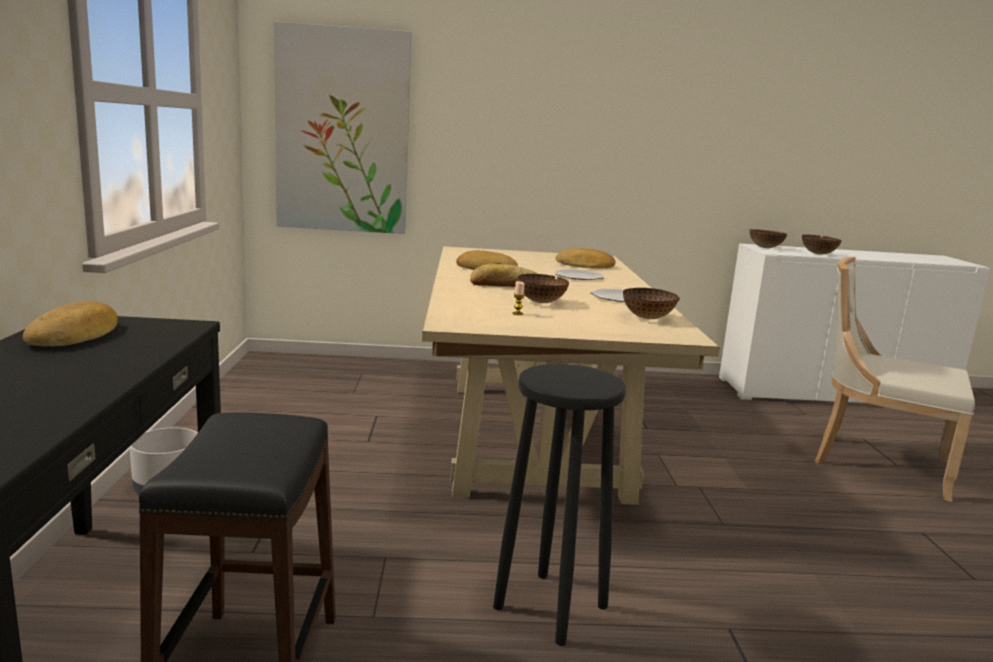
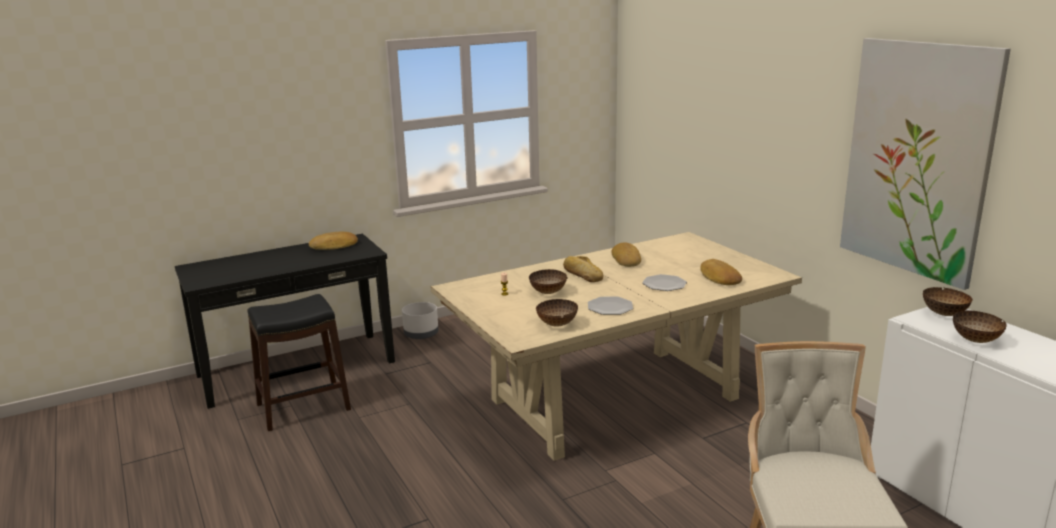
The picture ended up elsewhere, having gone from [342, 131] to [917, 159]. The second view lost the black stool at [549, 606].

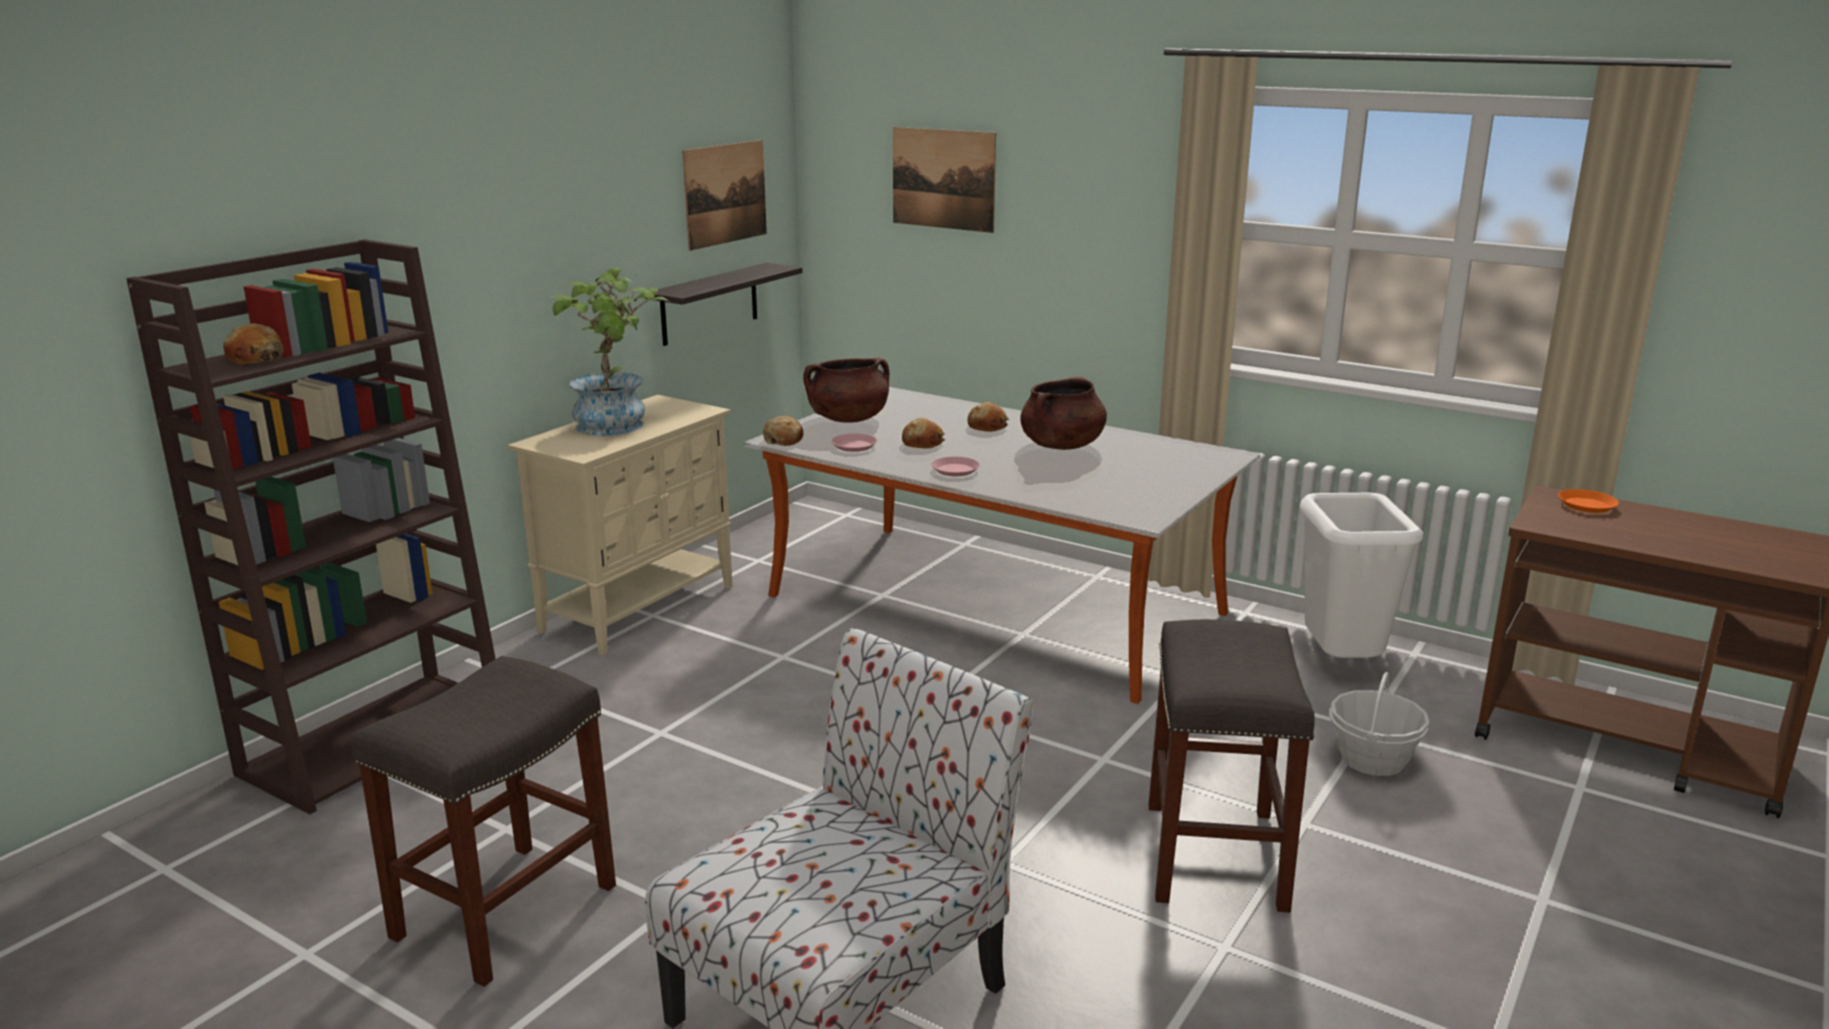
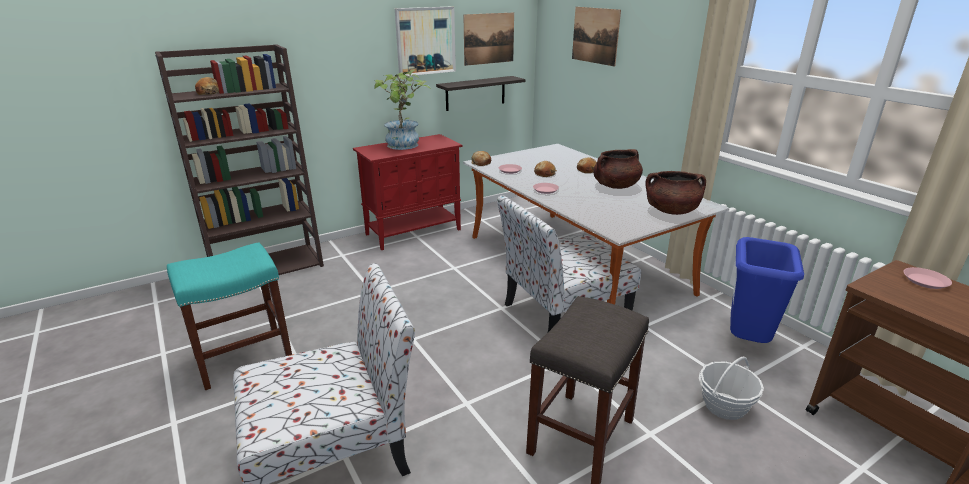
What was the grey stool at [504, 913] turned into the turquoise stool at [242, 358]. What was the beige cabinet at [639, 608] turned into the red cabinet at [414, 232]. The second view gained the picture at [425, 41]. The second view gained the chair at [563, 313]. The brown cooking pot ended up elsewhere, having gone from [848, 419] to [671, 211]. What was the white trash can at [1339, 666] turned into the blue trash can at [746, 342]. What was the orange plate at [1586, 505] turned into the pink plate at [925, 281].

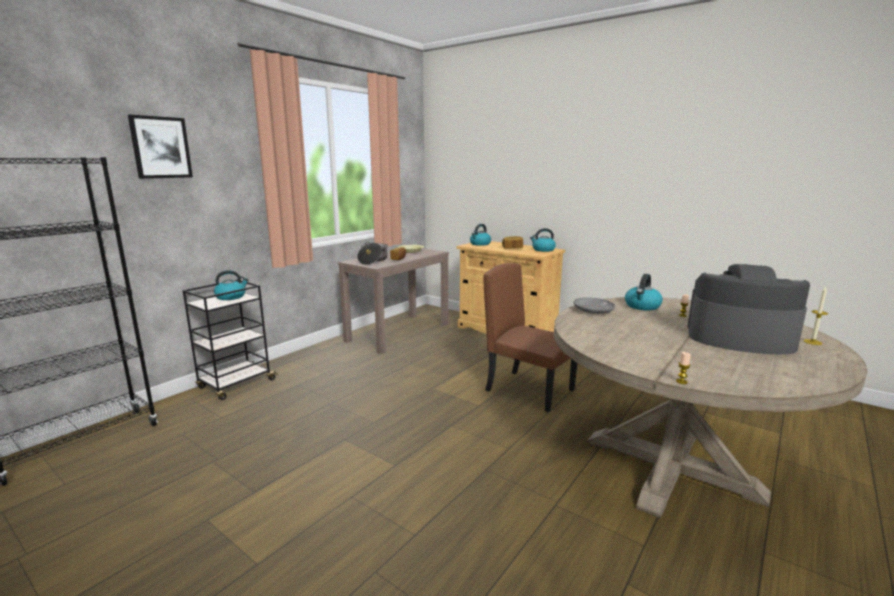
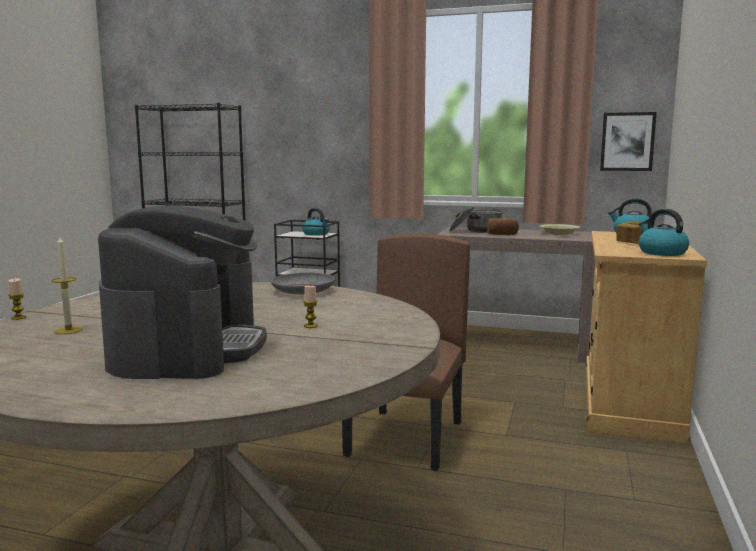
The candle ended up elsewhere, having gone from [812, 342] to [68, 330]. The picture ended up elsewhere, having gone from [161, 147] to [627, 141]. The second view lost the kettle at [642, 306].

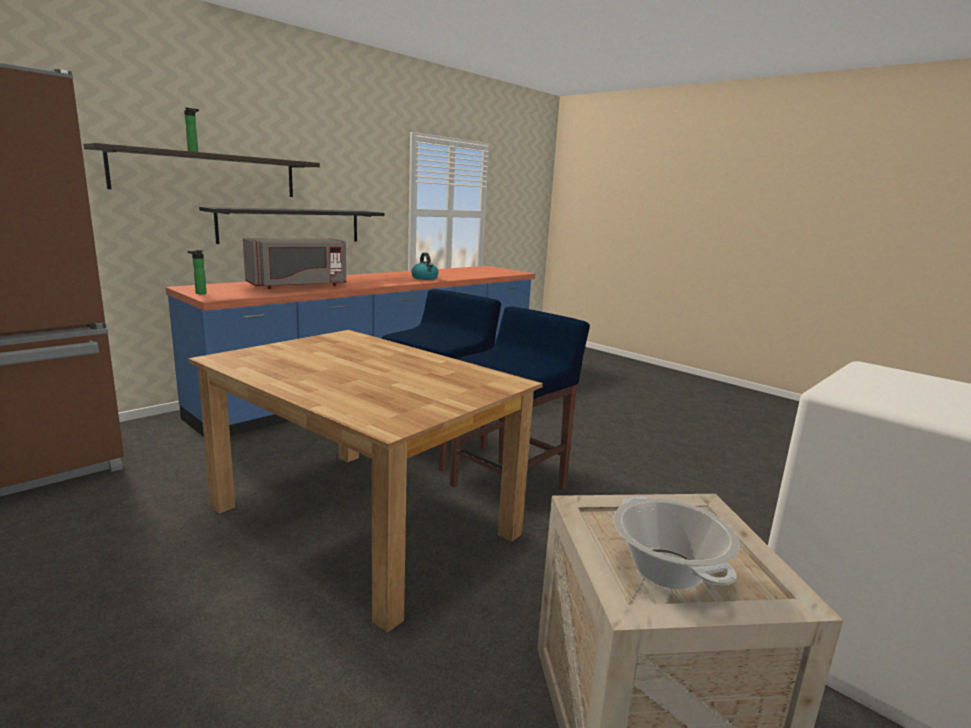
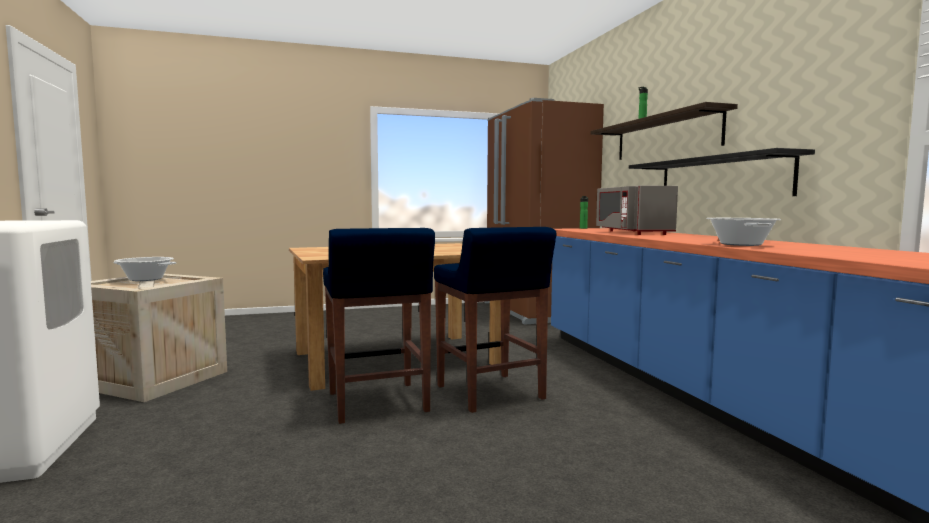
Where the kettle stood at [425, 278], the cooking pot came to stand at [741, 244].

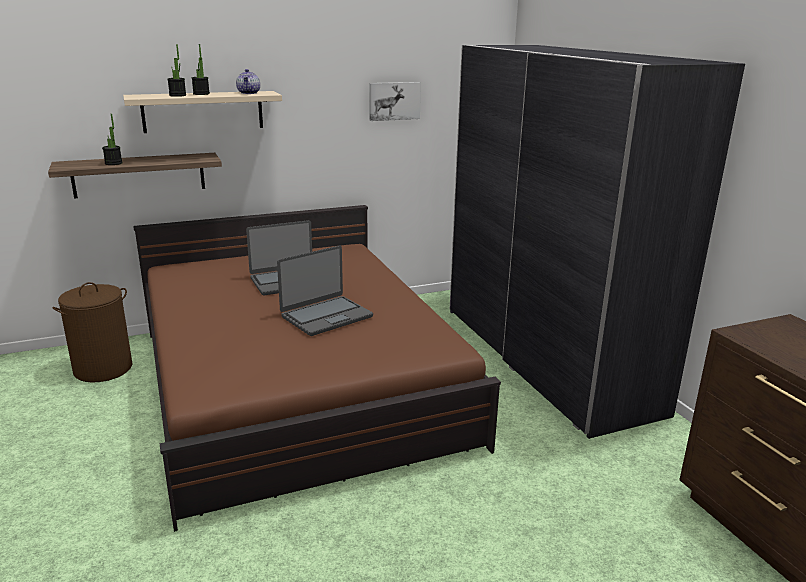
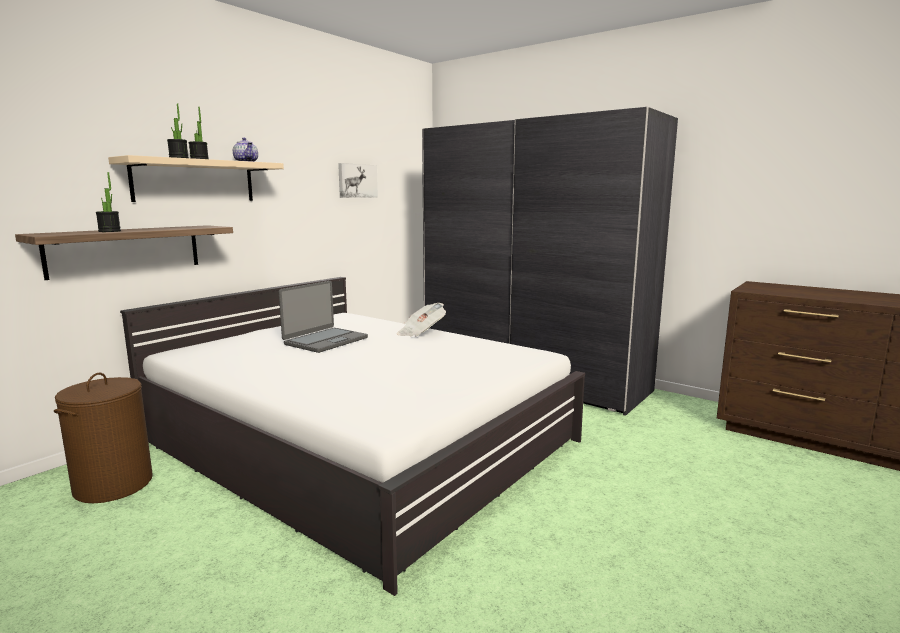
What was the brown bed at [296, 384] turned into the white bed at [359, 441]. The second view gained the newspaper at [421, 333]. The second view lost the laptop at [326, 316].

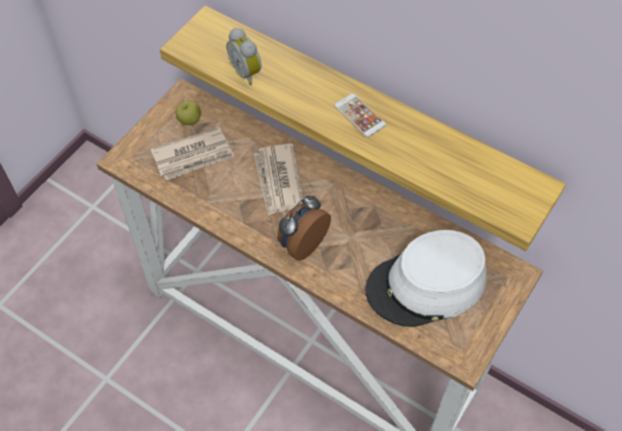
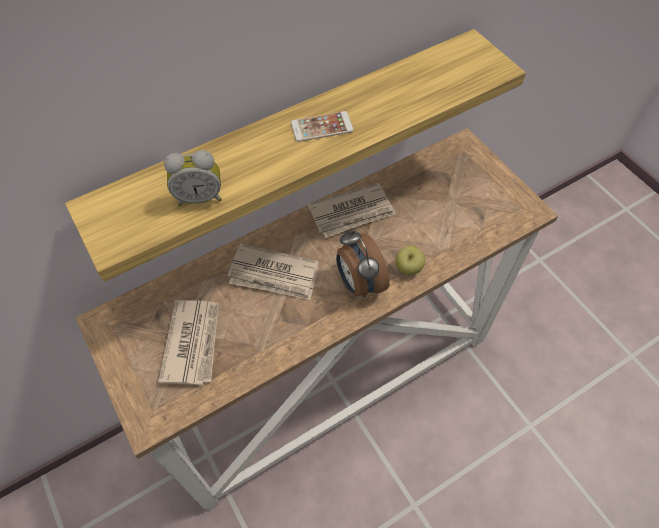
The second view gained the newspaper at [352, 212]. The apple ended up elsewhere, having gone from [189, 120] to [408, 268]. The second view lost the white hat at [426, 285].

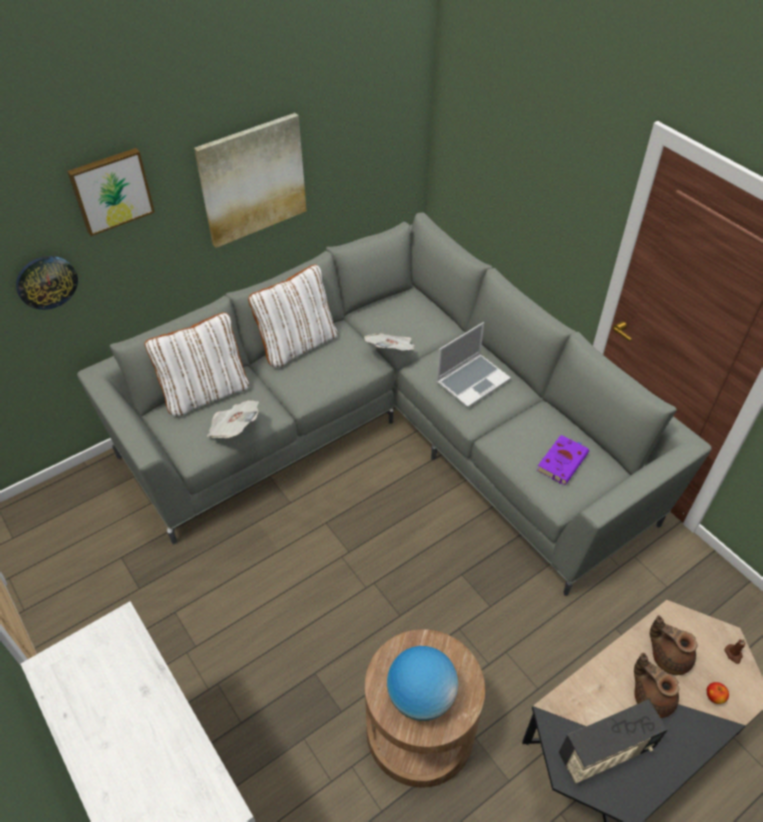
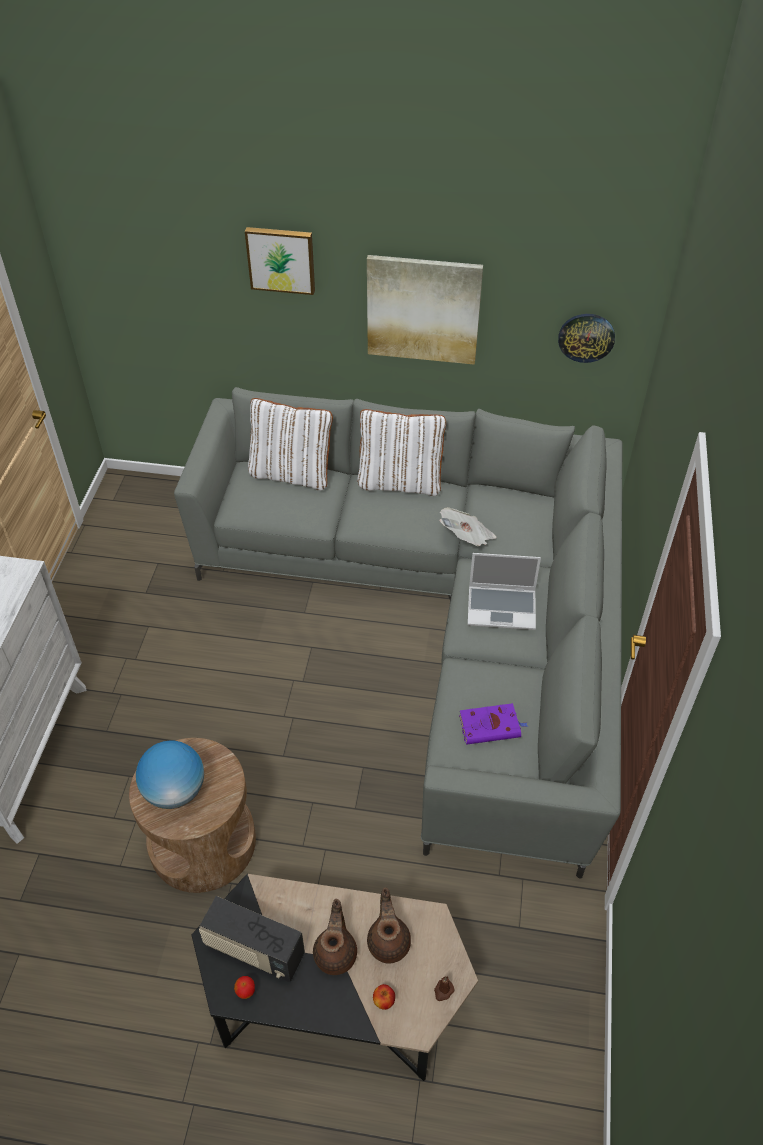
The second view gained the apple at [246, 992]. The wall clock ended up elsewhere, having gone from [46, 282] to [586, 337]. The second view lost the newspaper at [234, 429].

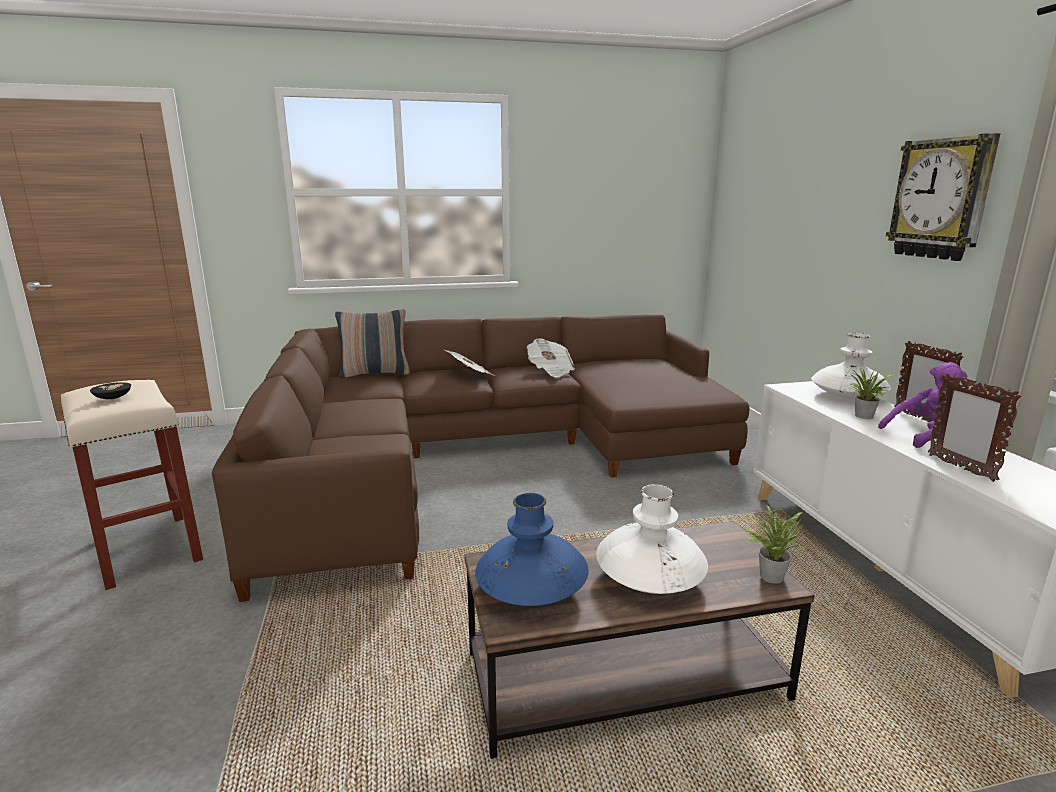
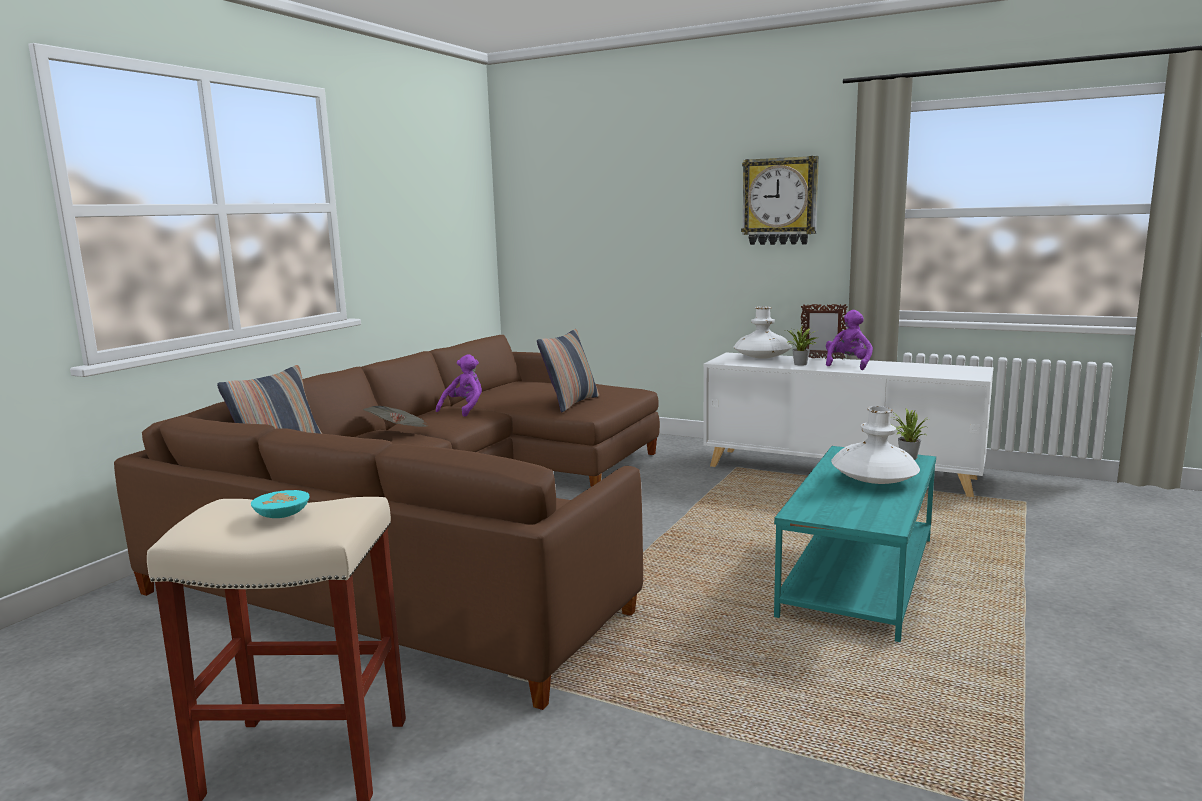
What was the black bowl at [114, 397] turned into the turquoise bowl at [282, 514]. Where the newspaper stood at [550, 370], the purple plush toy came to stand at [464, 409]. The second view gained the pillow at [571, 403]. What was the brown coffee table at [624, 674] turned into the turquoise coffee table at [858, 575]. The second view lost the blue vase at [531, 587]. The second view lost the picture frame at [960, 468].

